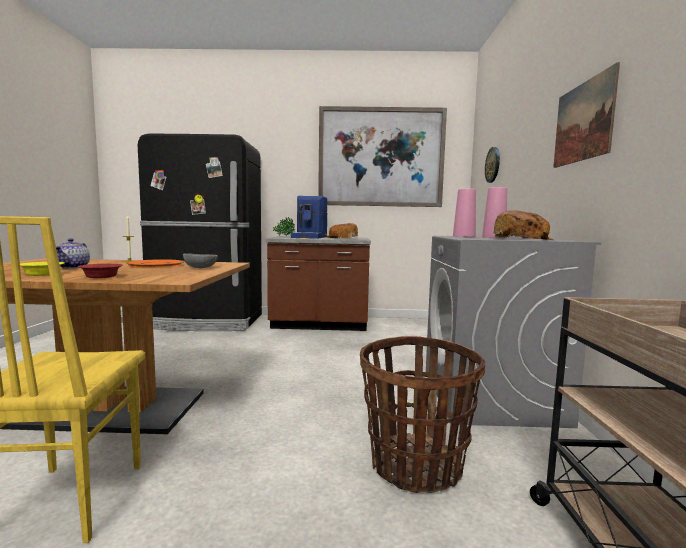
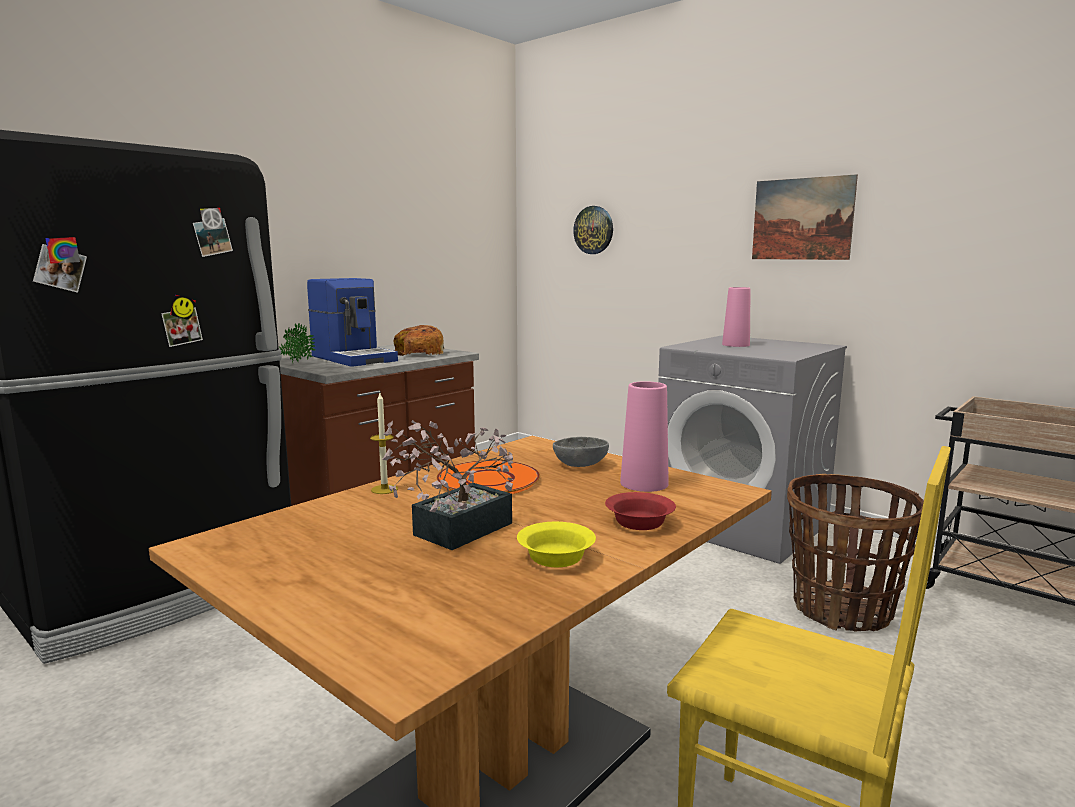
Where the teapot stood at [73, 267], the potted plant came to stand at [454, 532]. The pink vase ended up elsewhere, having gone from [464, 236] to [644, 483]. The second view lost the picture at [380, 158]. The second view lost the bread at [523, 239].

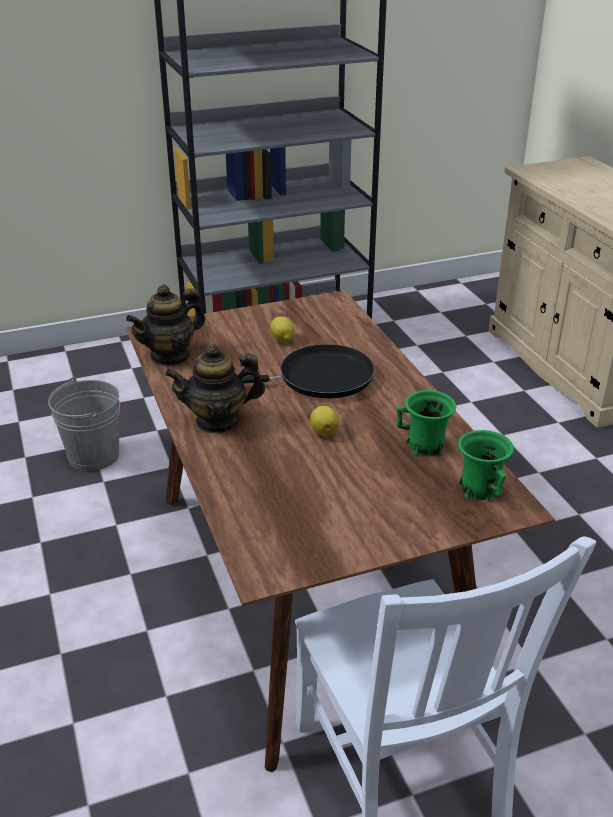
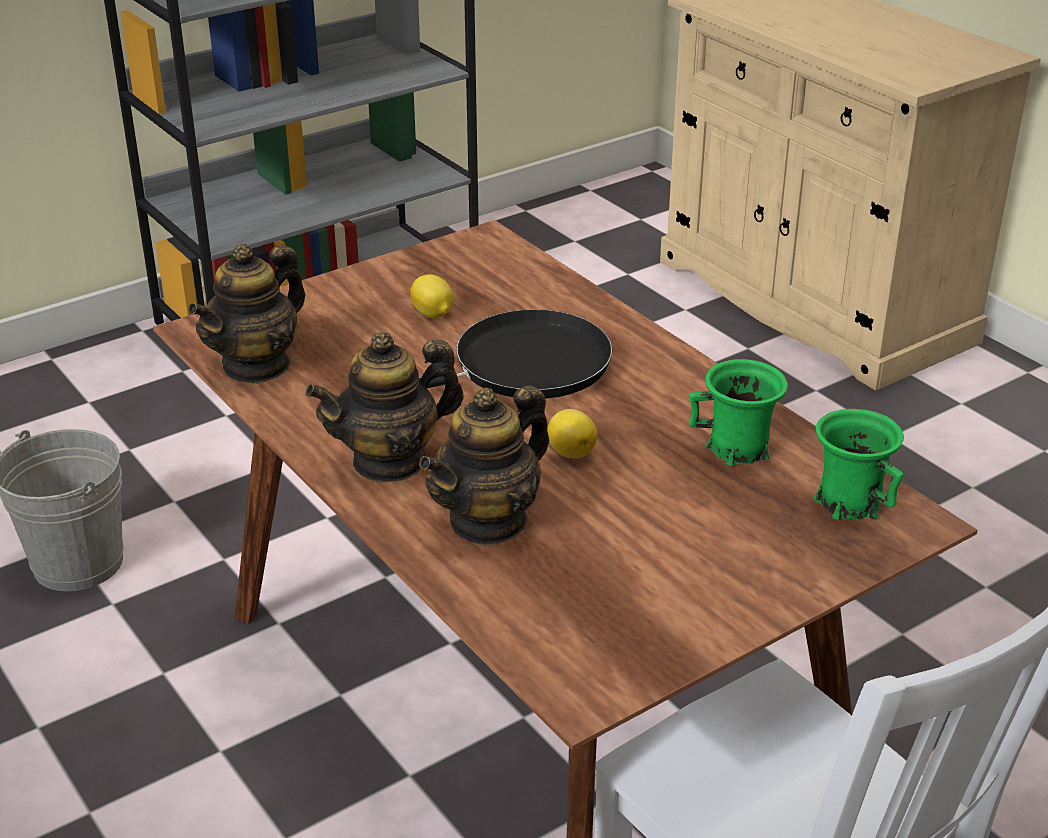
The second view gained the teapot at [489, 521].

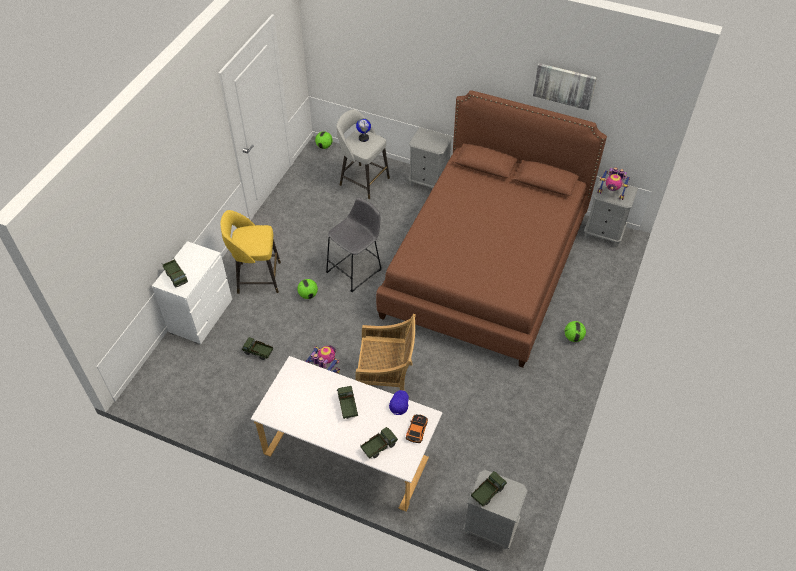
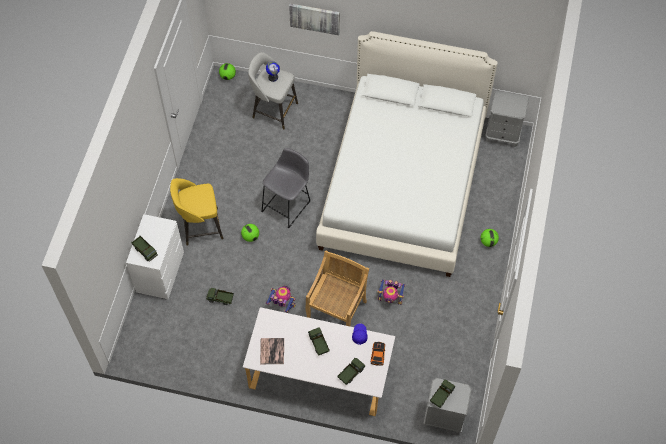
The second view gained the book at [272, 351]. The picture ended up elsewhere, having gone from [564, 85] to [315, 18]. The beige chair at [386, 383] ended up facing another way, 60 degrees counterclockwise from before. What was the brown bed at [486, 265] turned into the white bed at [403, 183]. The toy robot ended up elsewhere, having gone from [611, 193] to [390, 298]. The second view lost the grey nightstand at [429, 182].

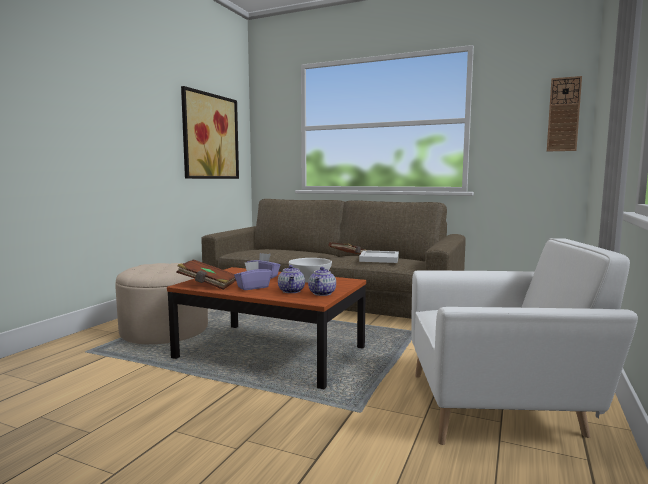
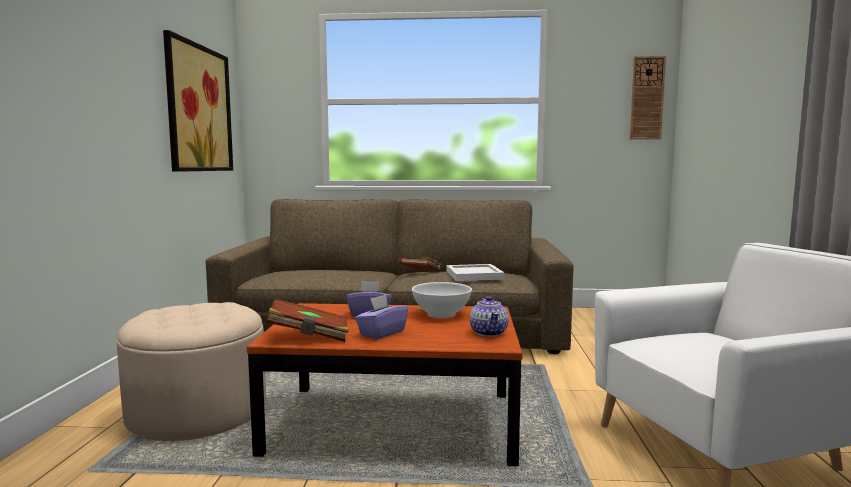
The second view lost the teapot at [291, 291].

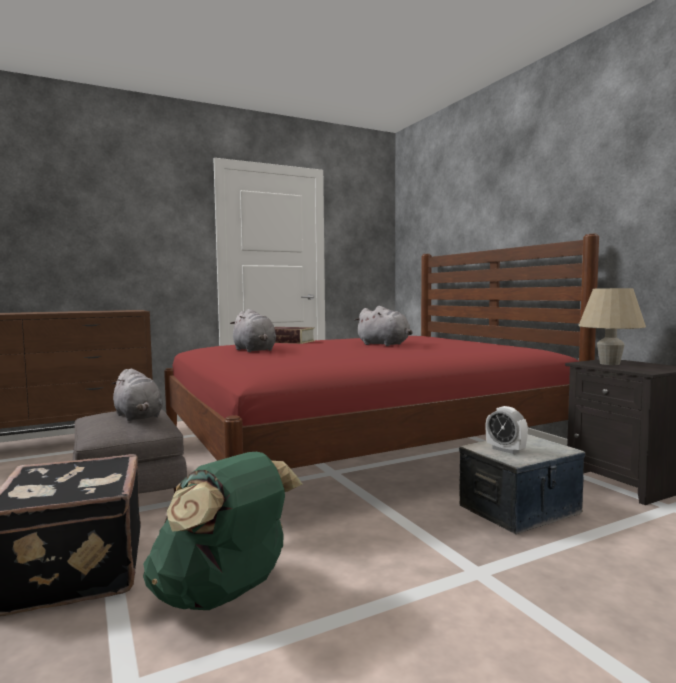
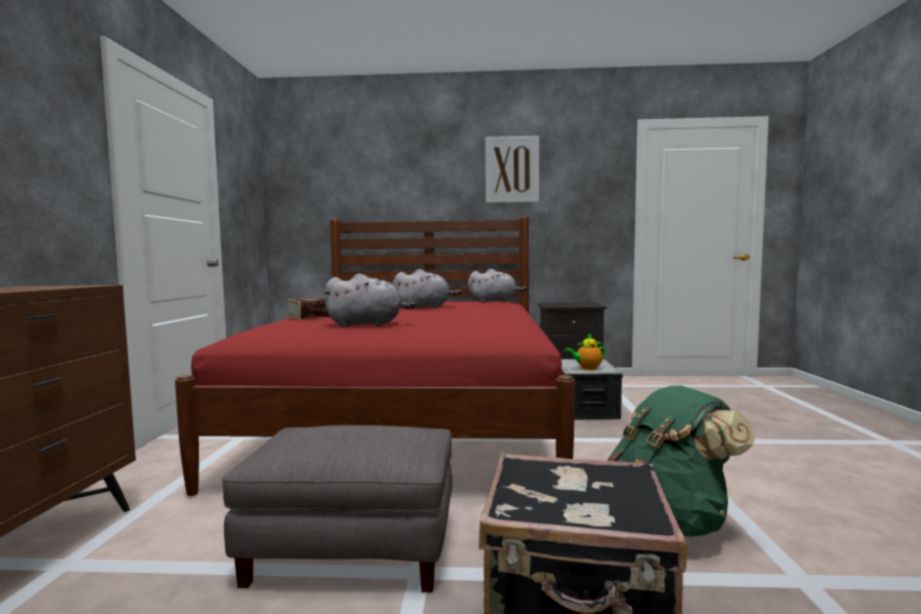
The grey plush toy ended up elsewhere, having gone from [138, 417] to [494, 301]. The second view gained the picture at [512, 169]. Where the alarm clock stood at [505, 450], the teapot came to stand at [587, 368]. The second view lost the beige table lamp at [609, 364].

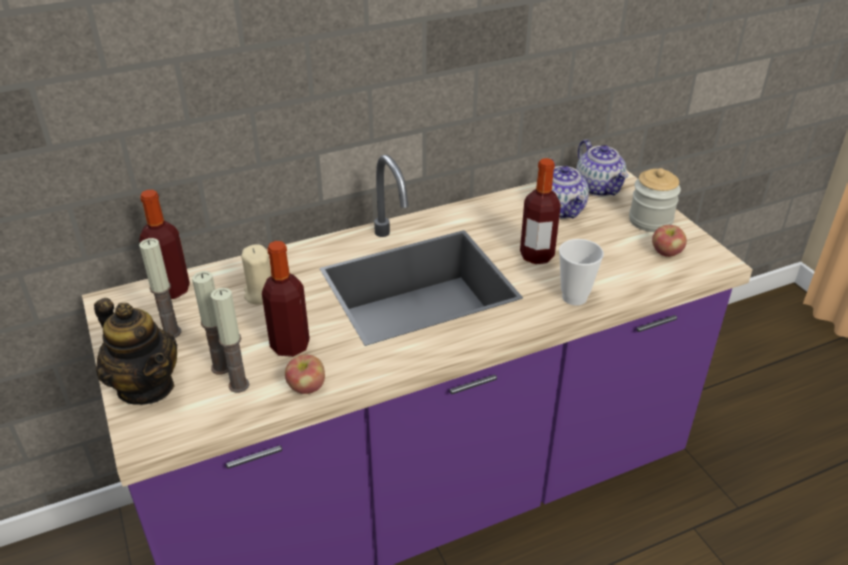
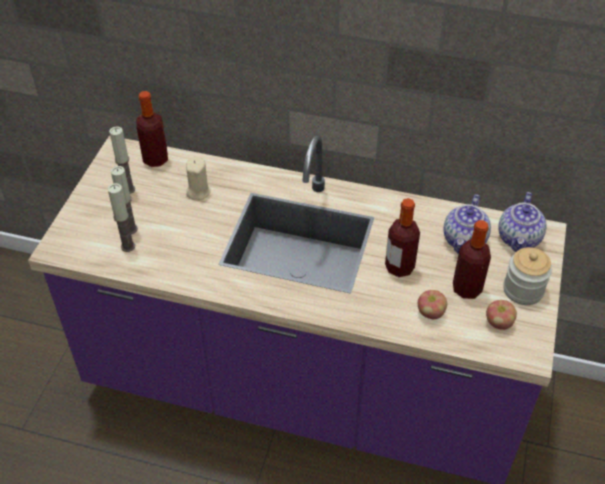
The apple ended up elsewhere, having gone from [307, 387] to [430, 313]. The bottle ended up elsewhere, having gone from [290, 345] to [467, 288]. The second view lost the teapot at [146, 386]. The second view lost the cup at [574, 297].

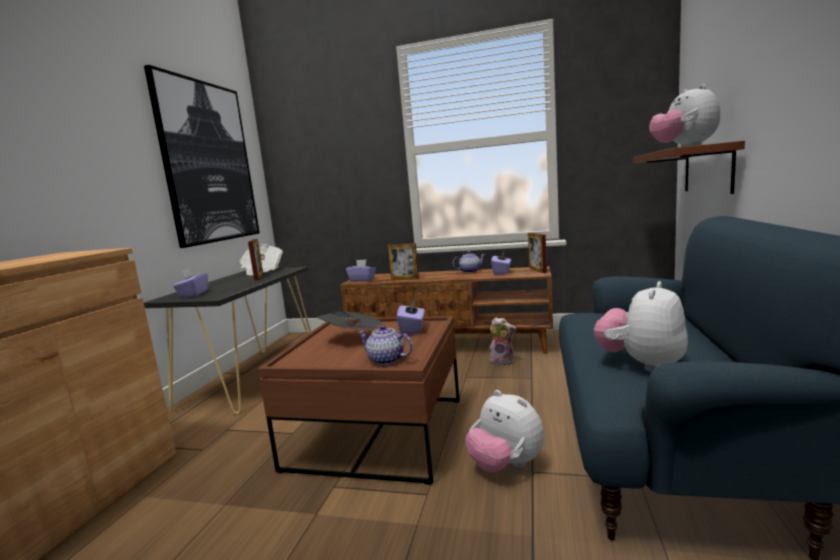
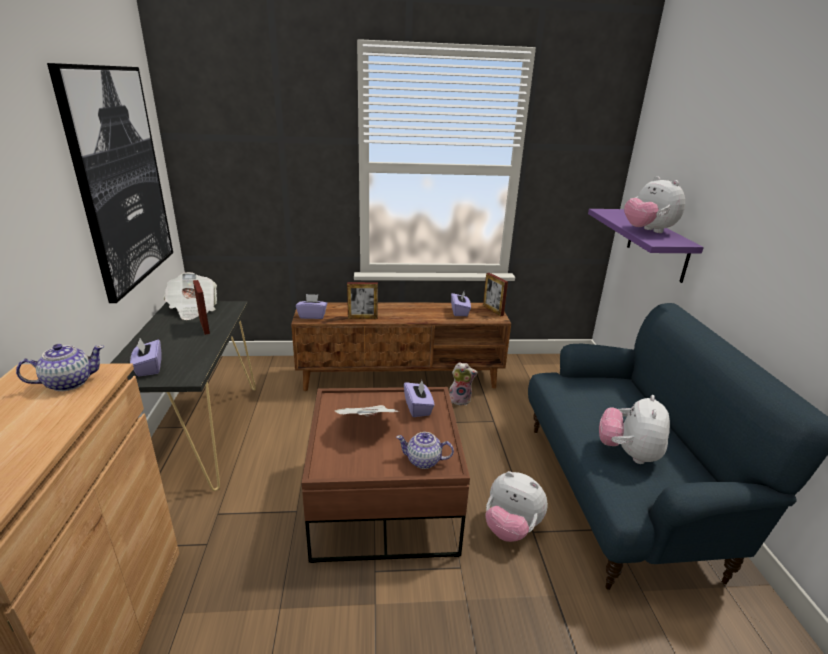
The teapot ended up elsewhere, having gone from [469, 271] to [68, 383]. What was the brown shelf at [708, 170] turned into the purple shelf at [657, 244].

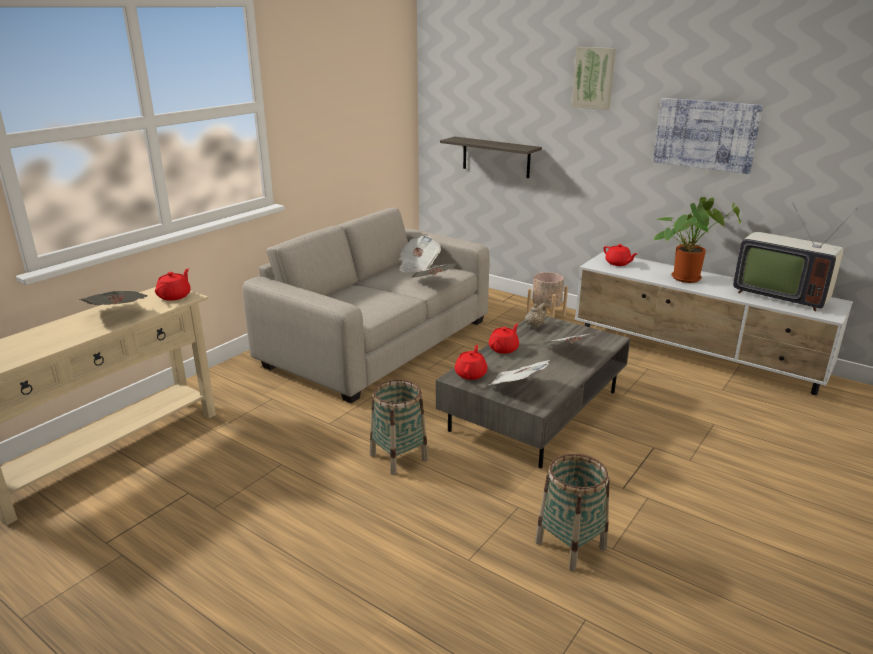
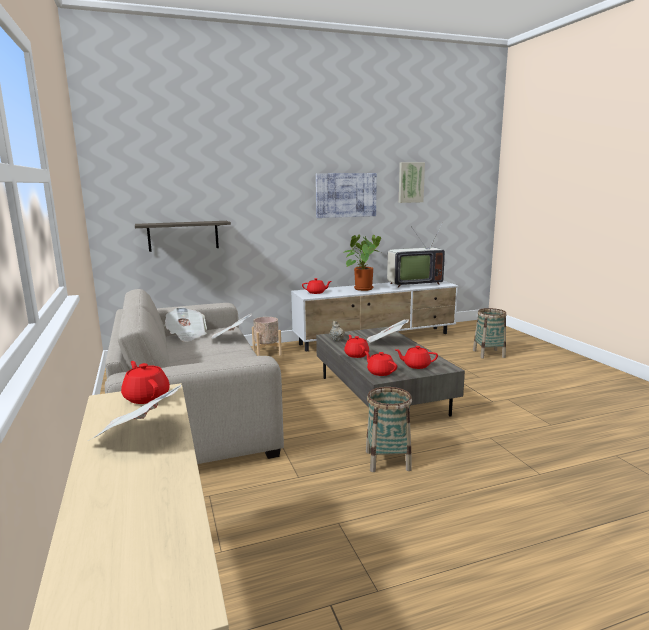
Where the newspaper stood at [517, 387], the red teapot came to stand at [416, 365]. The picture ended up elsewhere, having gone from [594, 78] to [410, 182]. The basket ended up elsewhere, having gone from [570, 545] to [489, 354].

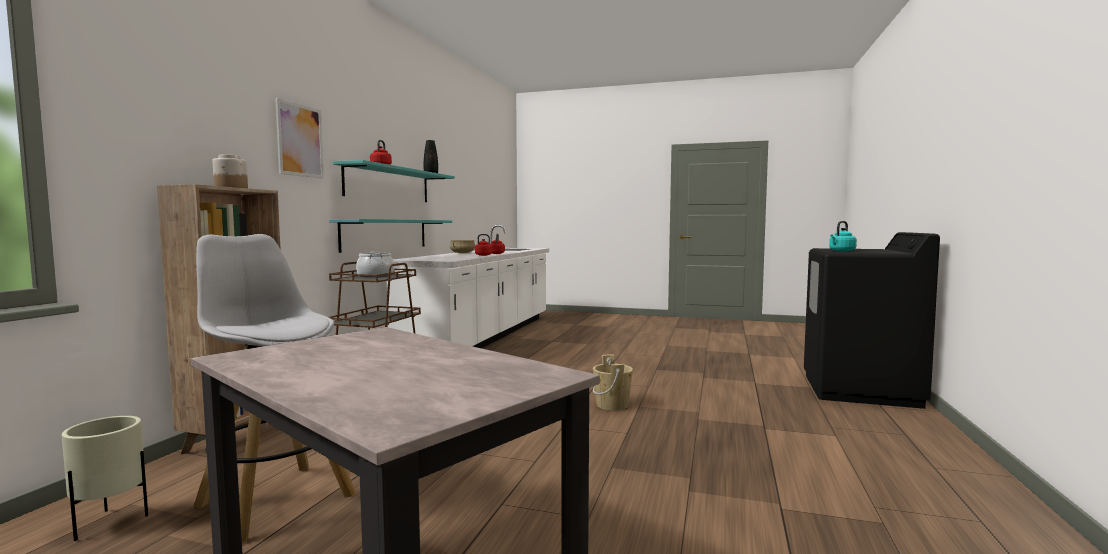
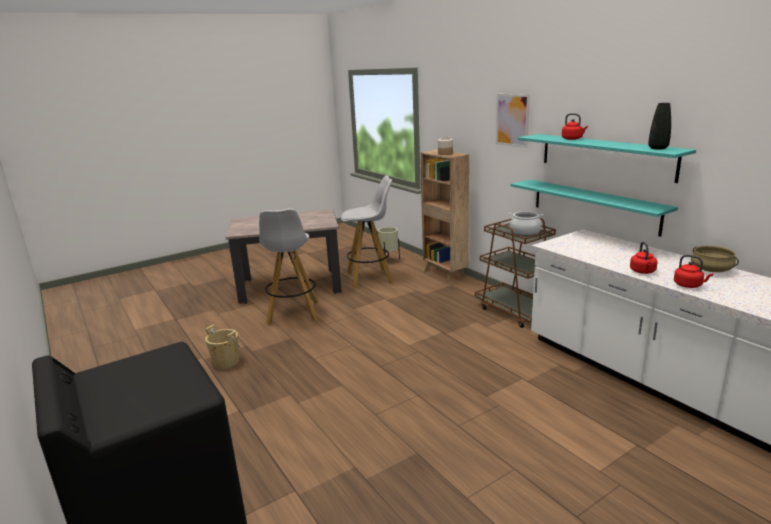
The beige bucket ended up elsewhere, having gone from [612, 405] to [226, 362]. The second view gained the white stool at [293, 313]. The second view lost the turquoise kettle at [841, 251].

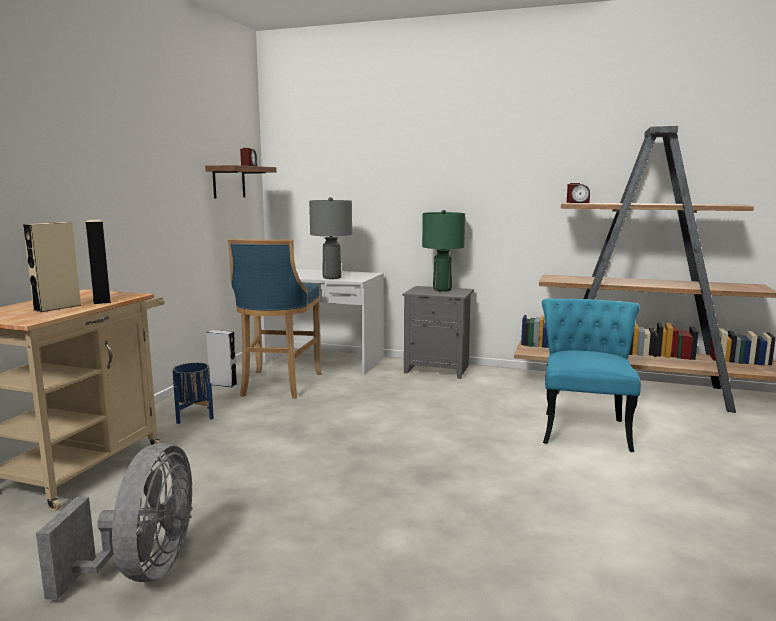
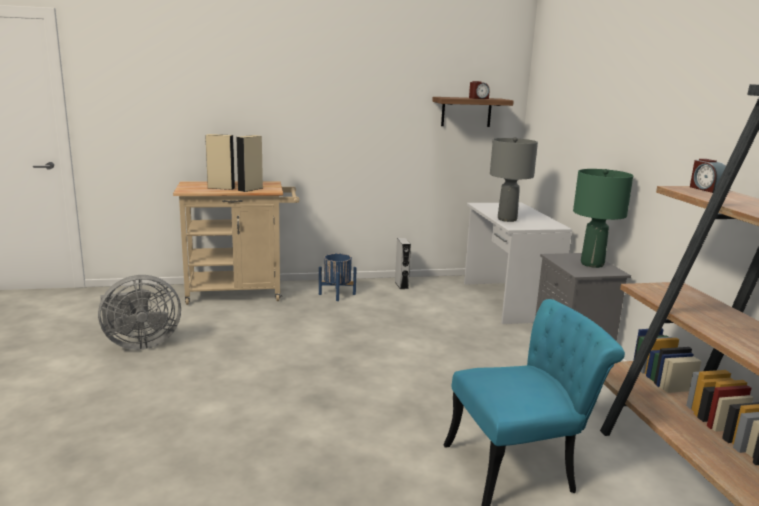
The second view lost the blue stool at [278, 385].

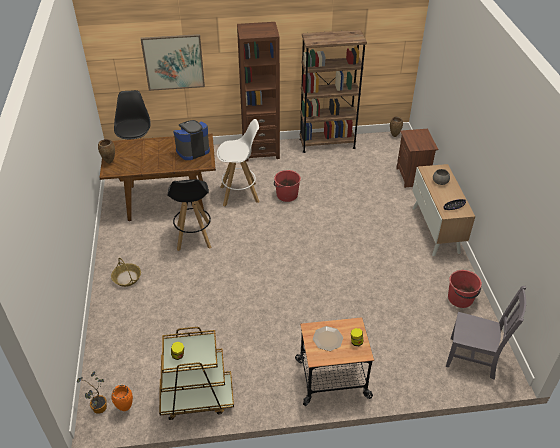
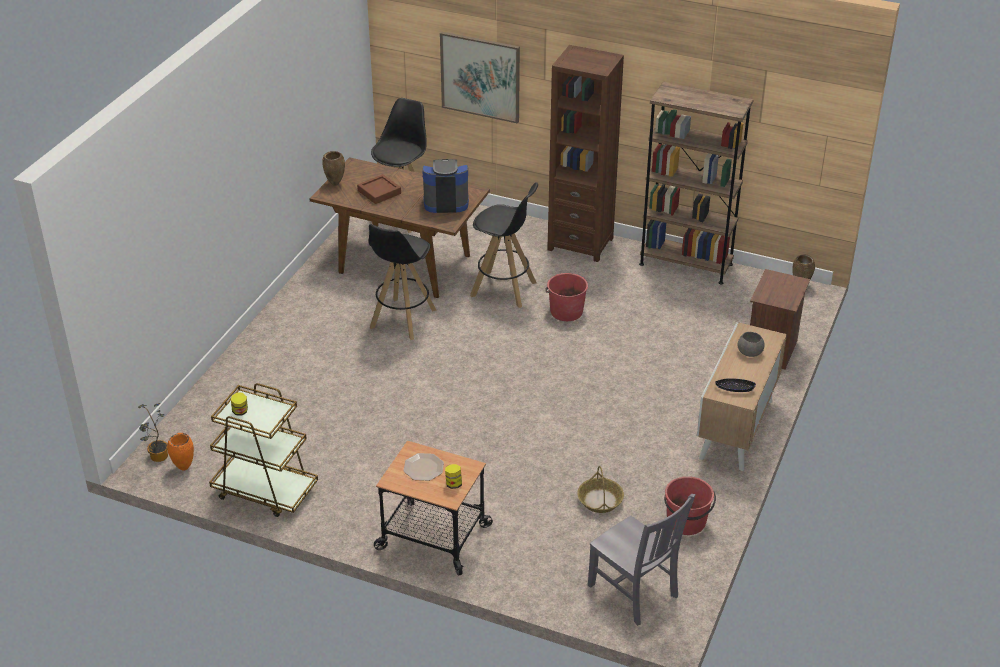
The second view gained the brown tray at [379, 192]. What was the white stool at [240, 194] turned into the black stool at [504, 289]. The basket ended up elsewhere, having gone from [126, 278] to [600, 500].

